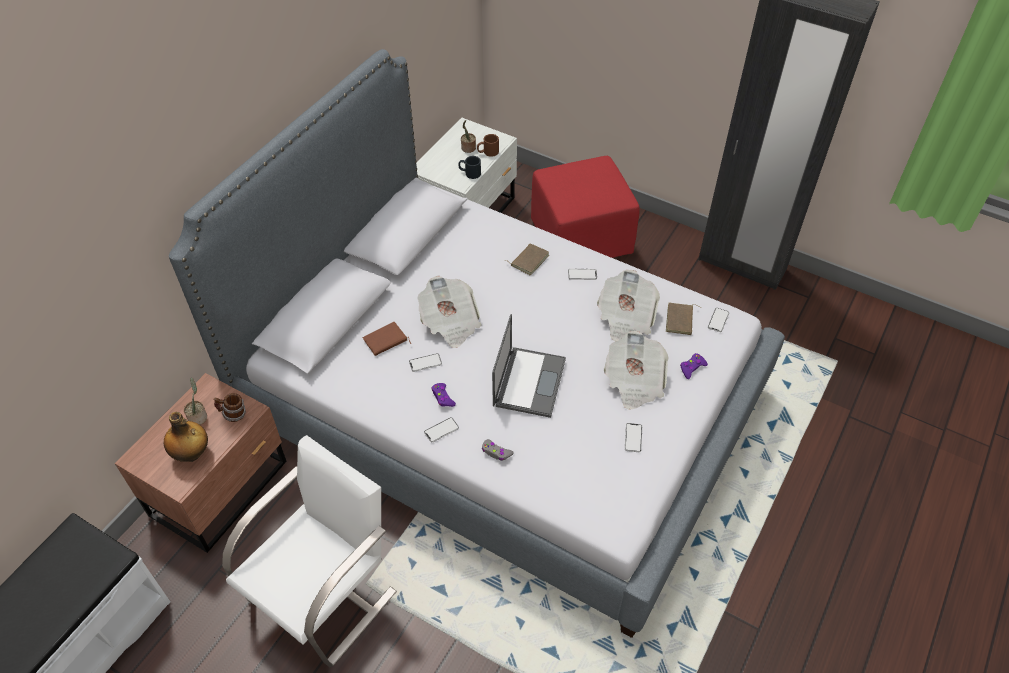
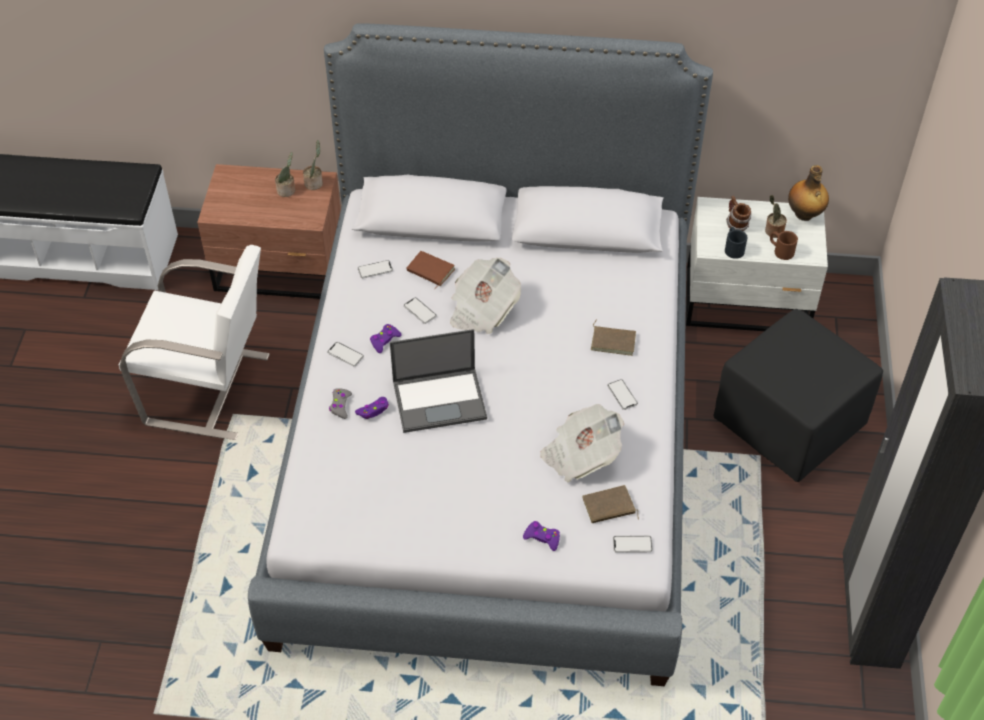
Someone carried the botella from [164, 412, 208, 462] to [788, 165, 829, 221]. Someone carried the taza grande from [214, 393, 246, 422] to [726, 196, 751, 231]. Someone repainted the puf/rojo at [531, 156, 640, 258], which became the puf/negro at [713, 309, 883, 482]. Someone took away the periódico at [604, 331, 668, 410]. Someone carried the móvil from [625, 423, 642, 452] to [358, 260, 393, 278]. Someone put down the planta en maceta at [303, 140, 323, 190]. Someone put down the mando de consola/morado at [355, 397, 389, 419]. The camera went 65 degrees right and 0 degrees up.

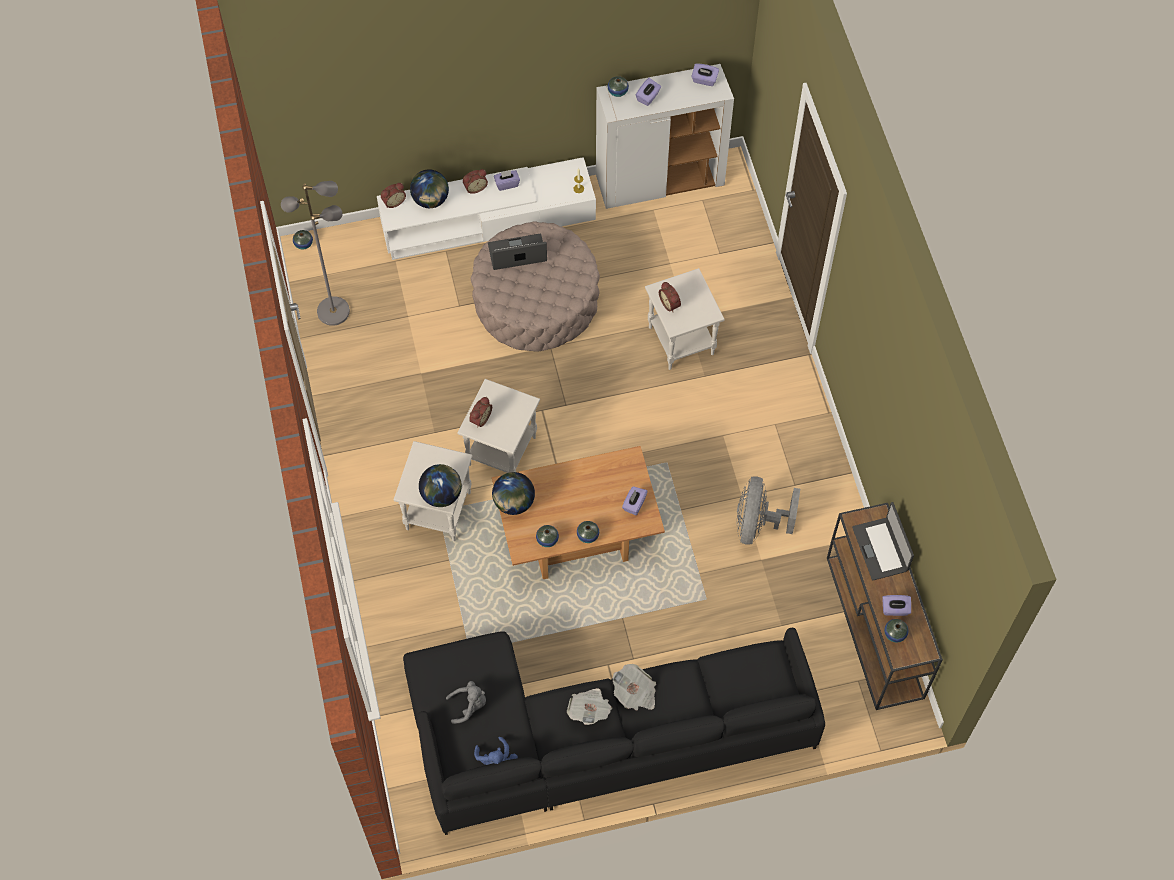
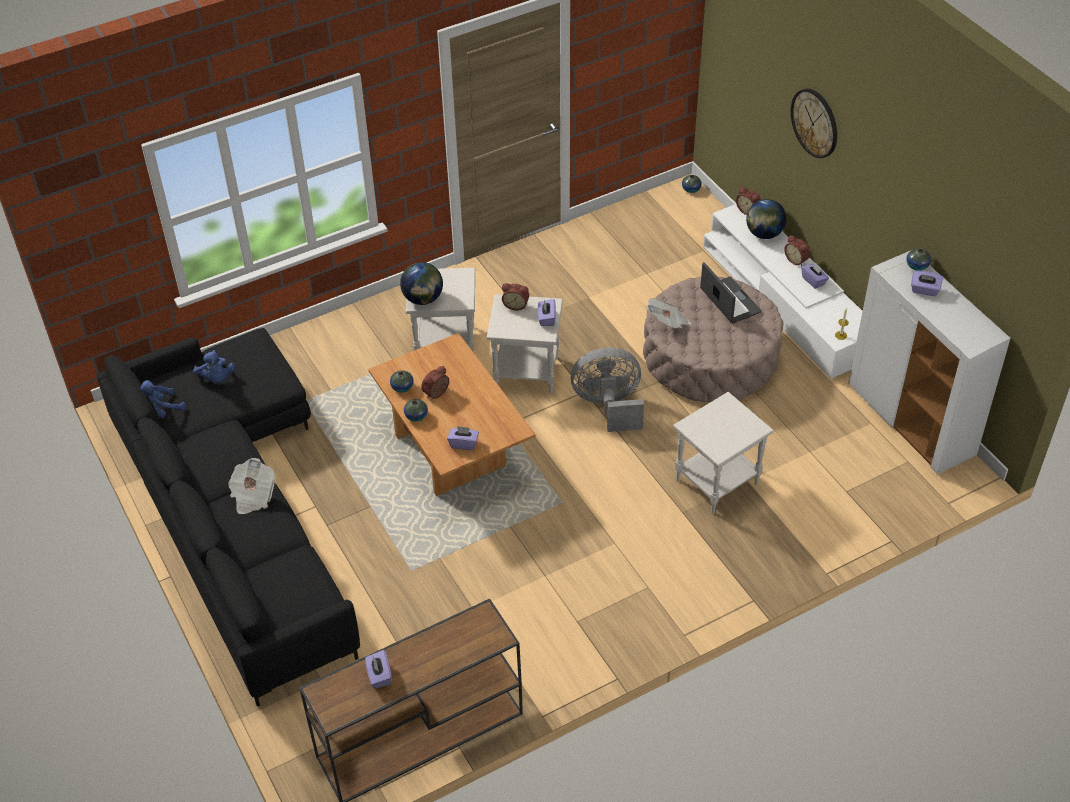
Someone took away the lámpara de pie/gris at [281, 181, 350, 326]. Someone repainted the peluche/gris at [446, 681, 486, 724], which became the peluche/azul at [193, 350, 235, 383]. Someone took away the globo terráqueo at [492, 472, 535, 515]. Someone carried the periódico from [566, 688, 612, 725] to [646, 298, 691, 329]. Someone carried the despertador from [659, 282, 681, 312] to [421, 366, 449, 399]. Someone carried the caja de pañuelos/morado from [691, 64, 719, 86] to [538, 299, 556, 326]. Someone carried the ventilador/gris from [737, 476, 800, 545] to [571, 347, 644, 432]. Someone took away the portátil at [852, 502, 914, 580]. Someone took away the florero at [884, 619, 909, 643]. Someone put up the reloj de pared at [791, 89, 837, 158]. The camera went 75 degrees right and 15 degrees down.

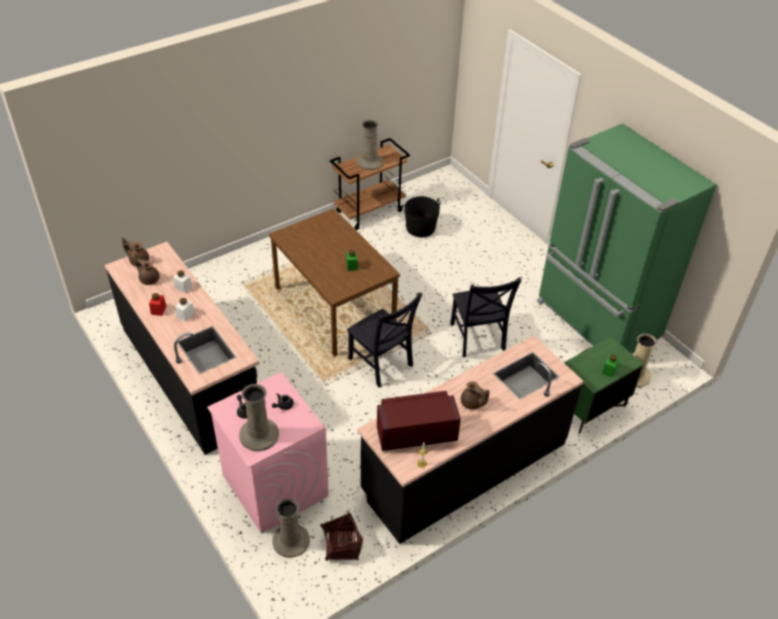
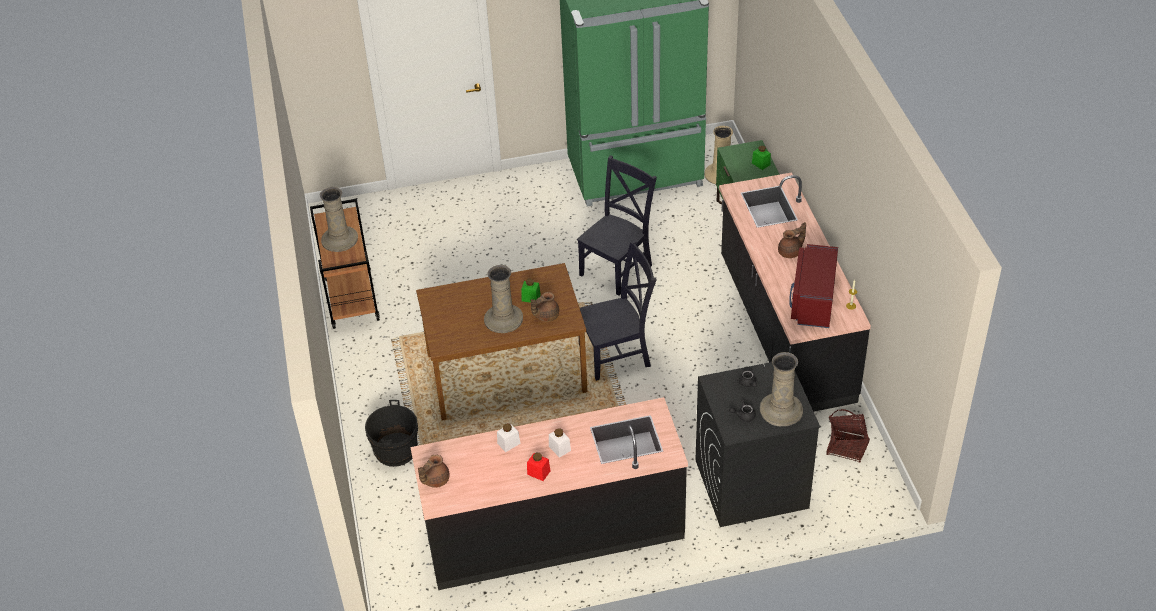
Someone carried the tetera/marrón from [133, 254, 160, 285] to [531, 292, 559, 322]. Someone repainted the lavadora/rosa at [207, 372, 329, 534], which became the lavadora/negro at [696, 362, 820, 527]. Someone carried the florero/beis from [272, 498, 310, 558] to [484, 265, 523, 333]. Someone carried the cubo/negro from [404, 196, 441, 237] to [365, 400, 418, 467]. Someone rotated the silla/negro at [450, 278, 522, 357] by 60 degrees counterclockwise. The camera went 65 degrees left and 0 degrees up.

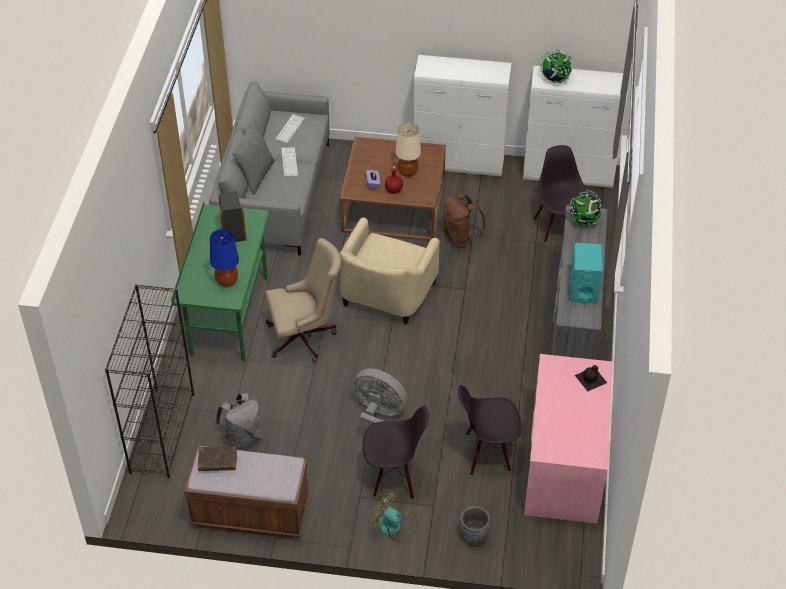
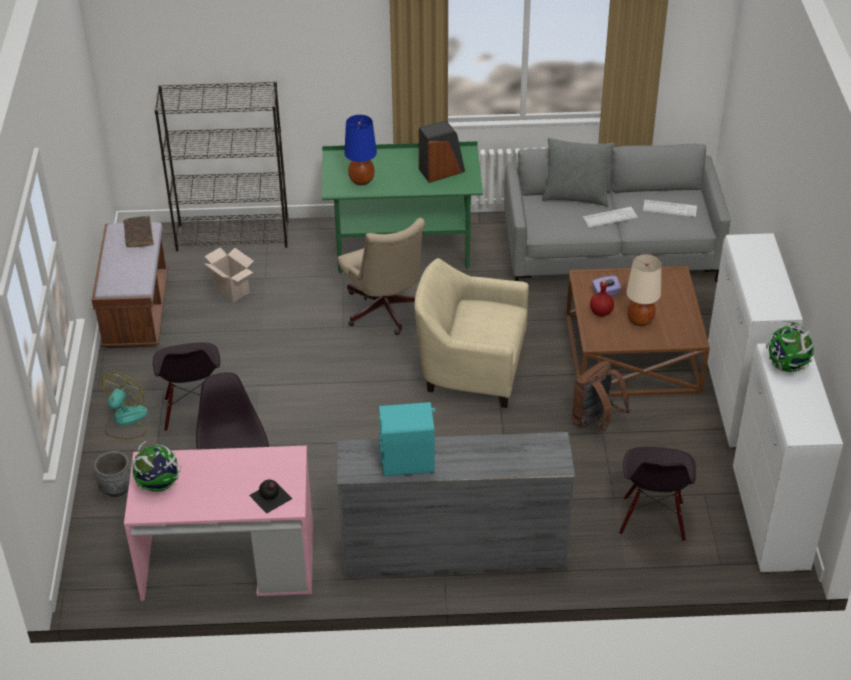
Someone swapped the mochila/gris at [215, 393, 262, 450] for the caja de cartón at [204, 247, 254, 302]. Someone took away the ventilador/gris at [353, 368, 408, 436]. Someone rotated the silla/negro at [533, 145, 588, 243] by 120 degrees clockwise. Someone carried the globo terráqueo from [569, 190, 602, 226] to [131, 441, 181, 492]. The camera went 80 degrees right and 5 degrees down.

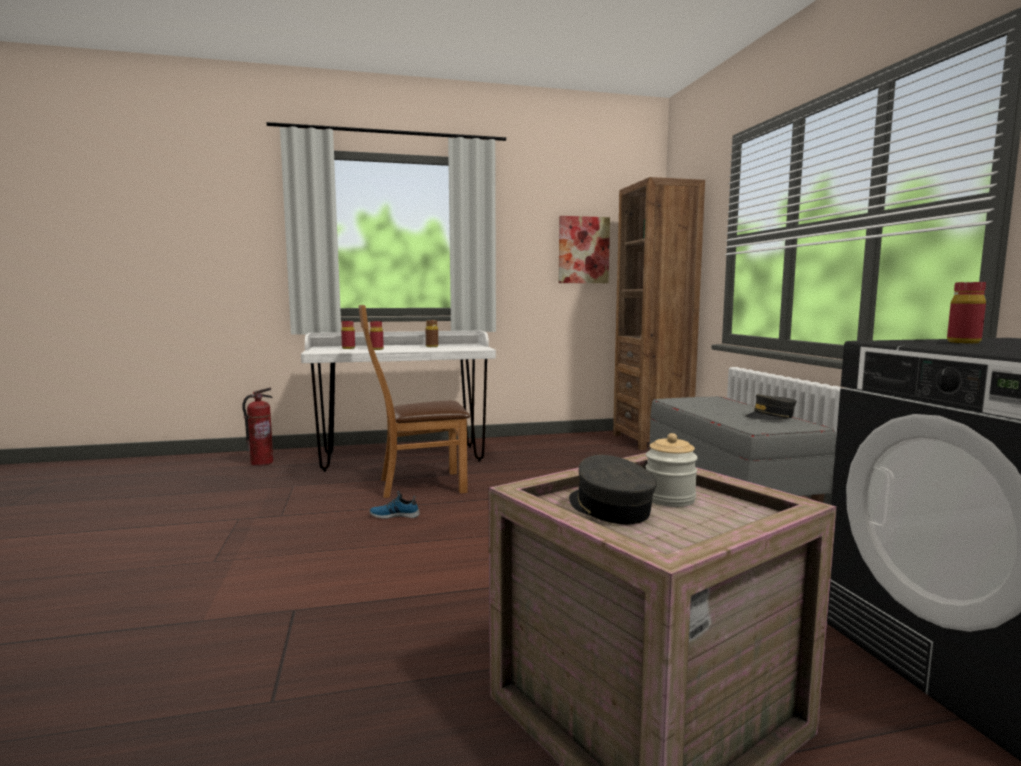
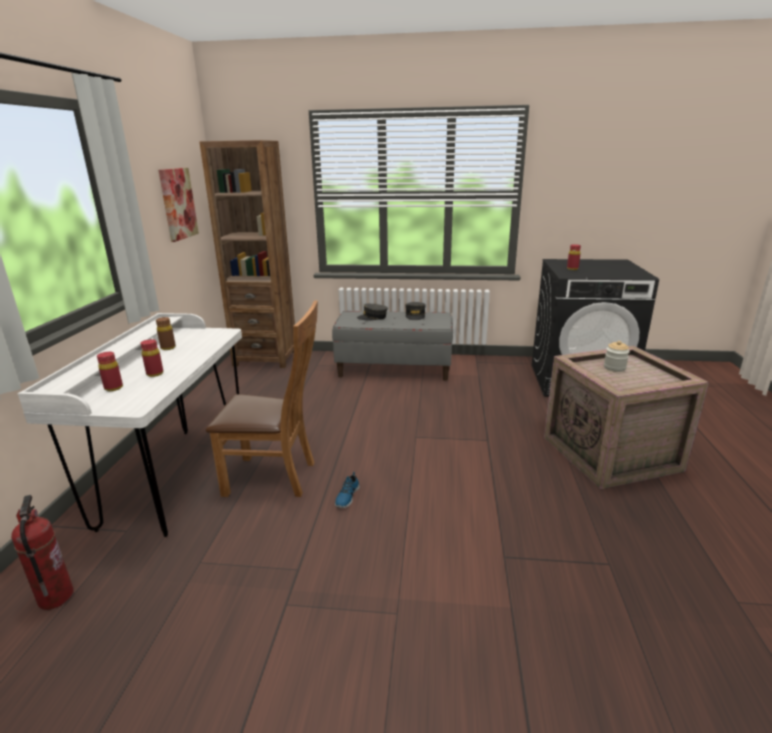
Someone rotated the silla/marrón at [358, 305, 470, 498] by 90 degrees counterclockwise. Someone carried the gorra/gris from [569, 455, 657, 525] to [357, 304, 388, 321]. The camera went 70 degrees left and 15 degrees up.

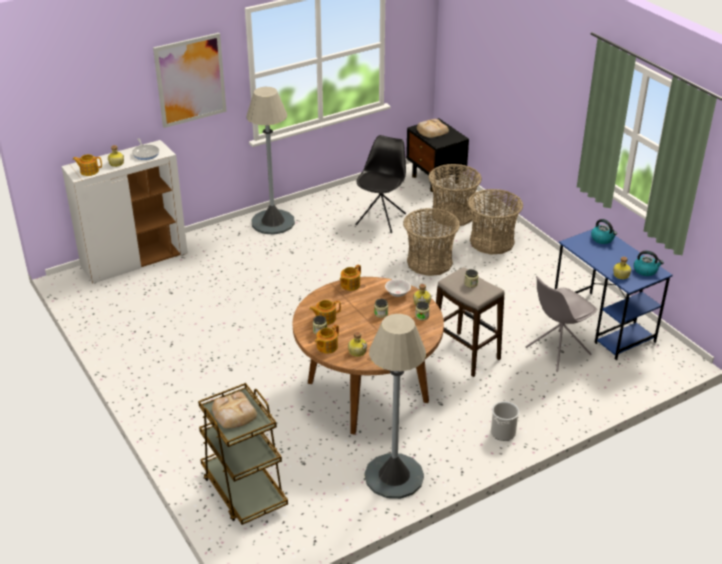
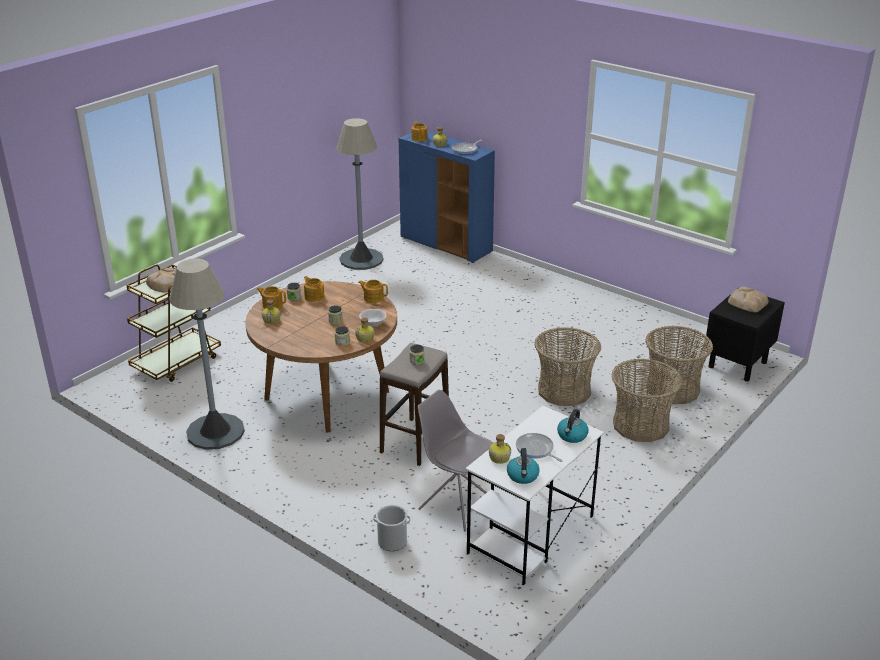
Someone repainted the armario/blanco at [61, 140, 188, 283], which became the armario/azul at [399, 131, 495, 263]. Someone took away the cuadro at [153, 33, 227, 128]. Someone carried the lámpara de pie/gris from [246, 87, 295, 235] to [336, 118, 383, 270]. Someone took away the silla/negro at [355, 135, 406, 233]. Someone carried the cubo from [491, 401, 519, 441] to [373, 505, 410, 551]. Someone repainted the escritorio/azul at [555, 229, 673, 360], which became the escritorio/blanco at [465, 406, 604, 585]. Someone put down the sartén at [516, 433, 562, 462]. The camera went 70 degrees right and 5 degrees down.

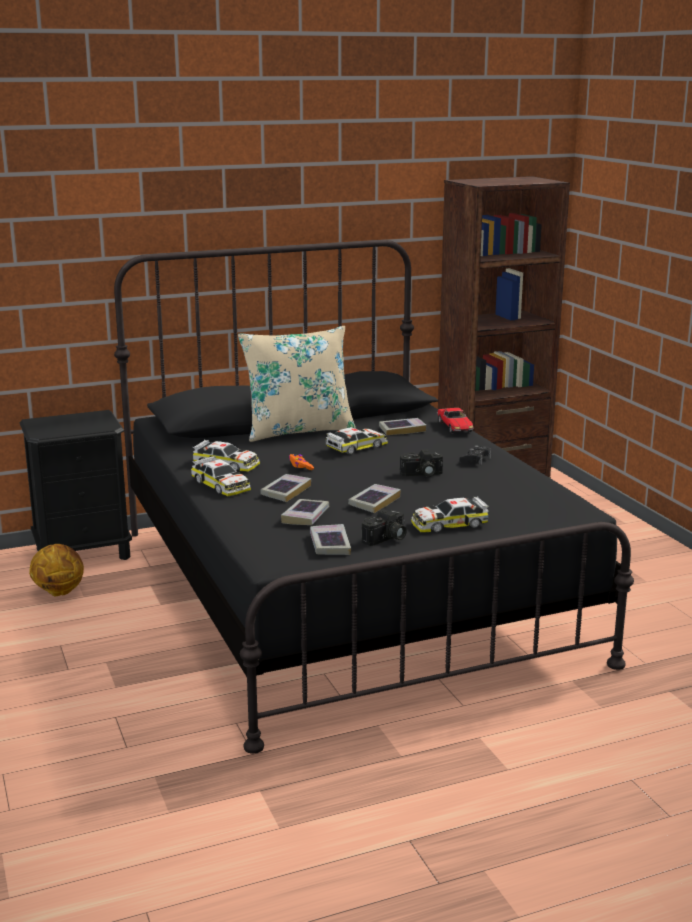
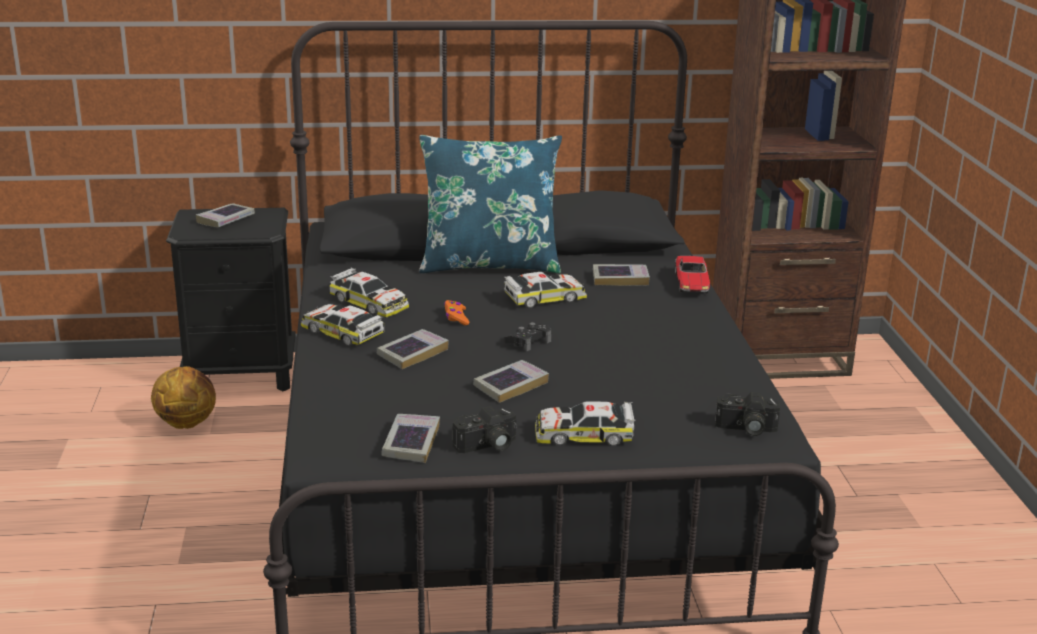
Someone rotated the coche de juguete at [191, 456, 251, 496] by 150 degrees clockwise. Someone repainted the cojín/beis at [238, 326, 356, 442], which became the cojín/azul at [419, 135, 562, 273]. Someone carried the libro from [281, 499, 329, 525] to [196, 203, 255, 227]. Someone carried the cámara from [400, 449, 443, 477] to [715, 392, 780, 436]. Someone carried the mando de consola/negro from [459, 445, 491, 465] to [504, 322, 552, 352]. The camera went 15 degrees right and 5 degrees up.

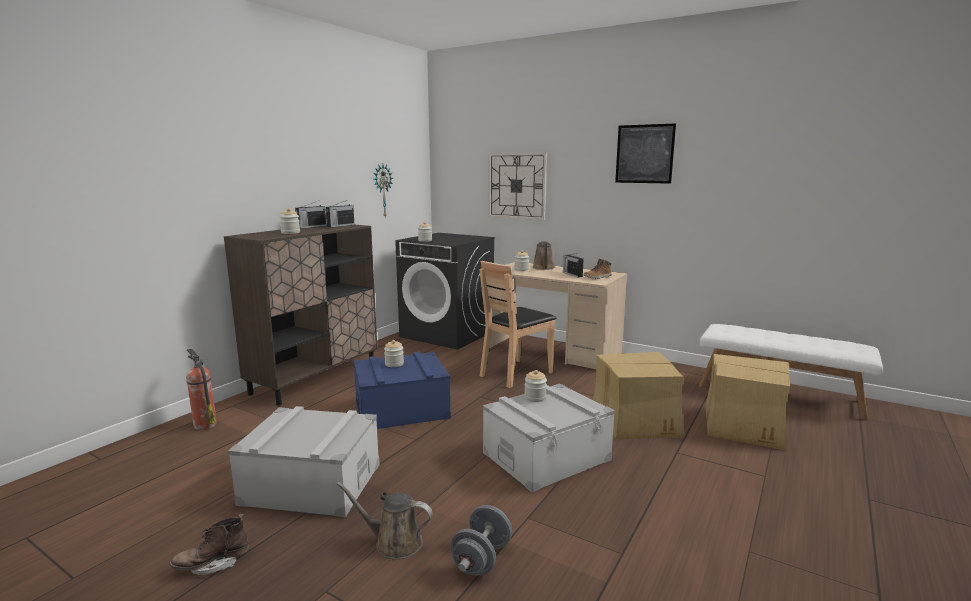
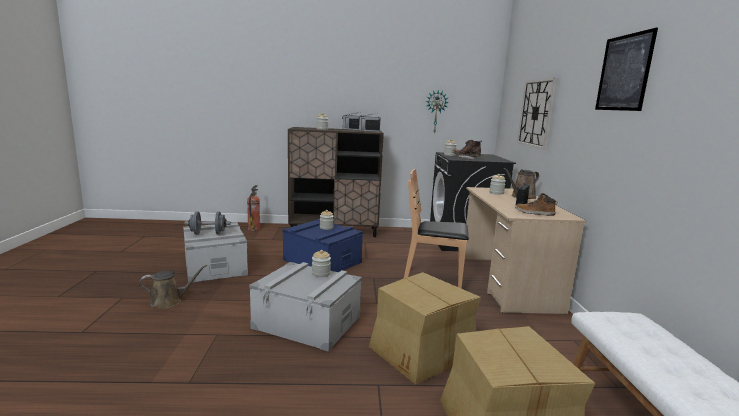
Someone carried the bota/marrón from [170, 513, 249, 575] to [452, 140, 482, 160]. Someone rotated the regadera/marrón at [336, 482, 433, 559] by 90 degrees clockwise. Someone carried the mancuerna/gris from [450, 505, 512, 576] to [185, 211, 231, 235]. The camera went 55 degrees right and 0 degrees up.

